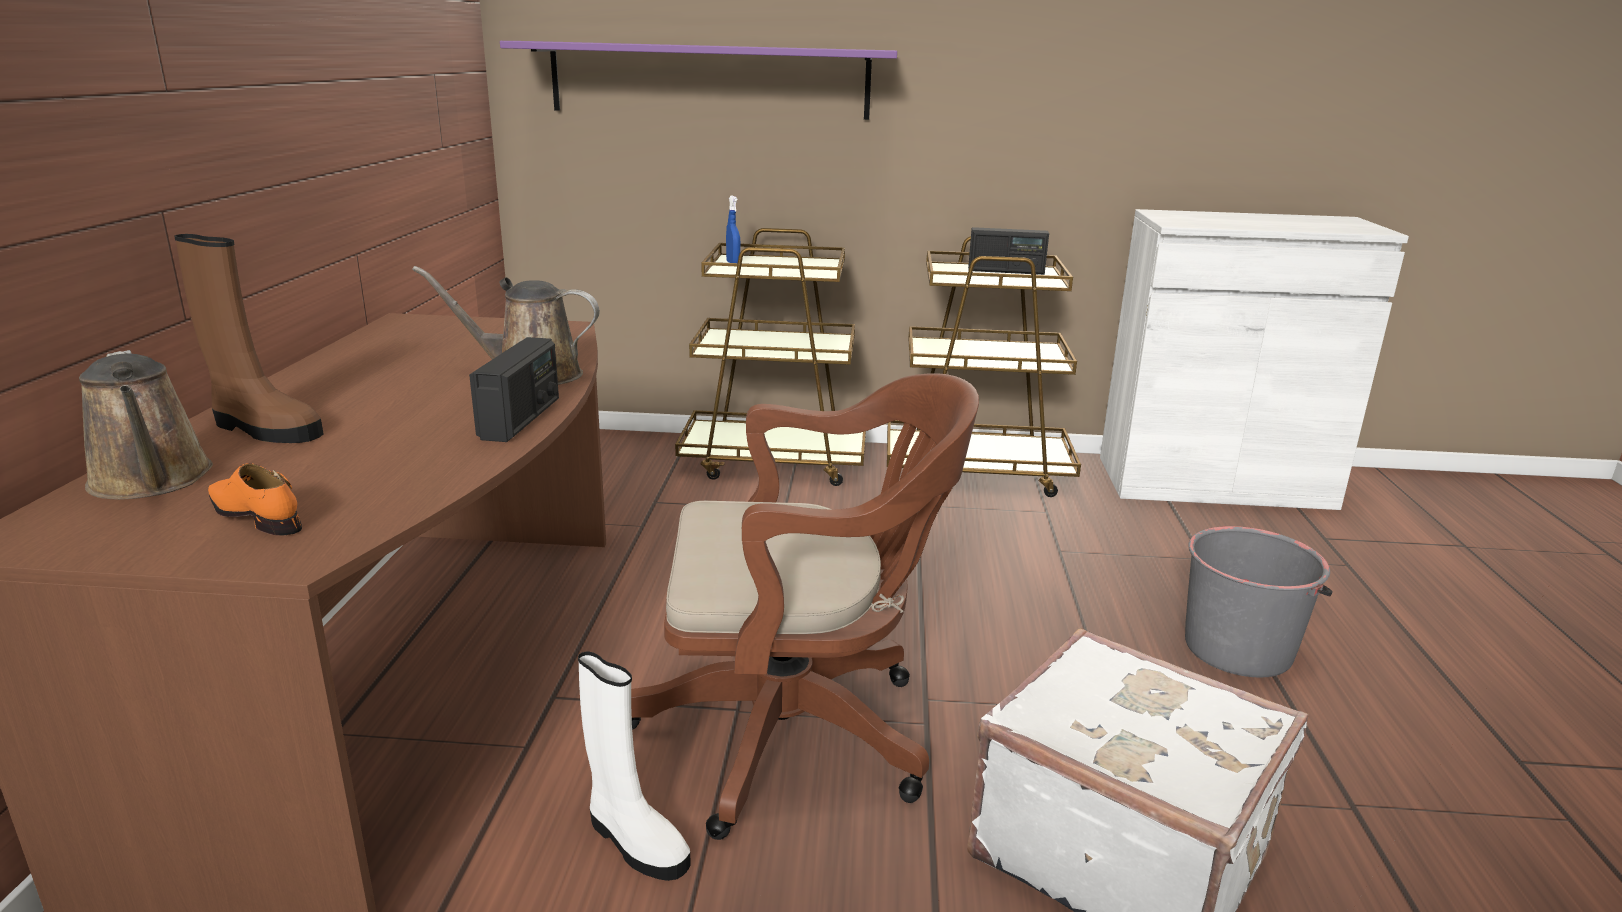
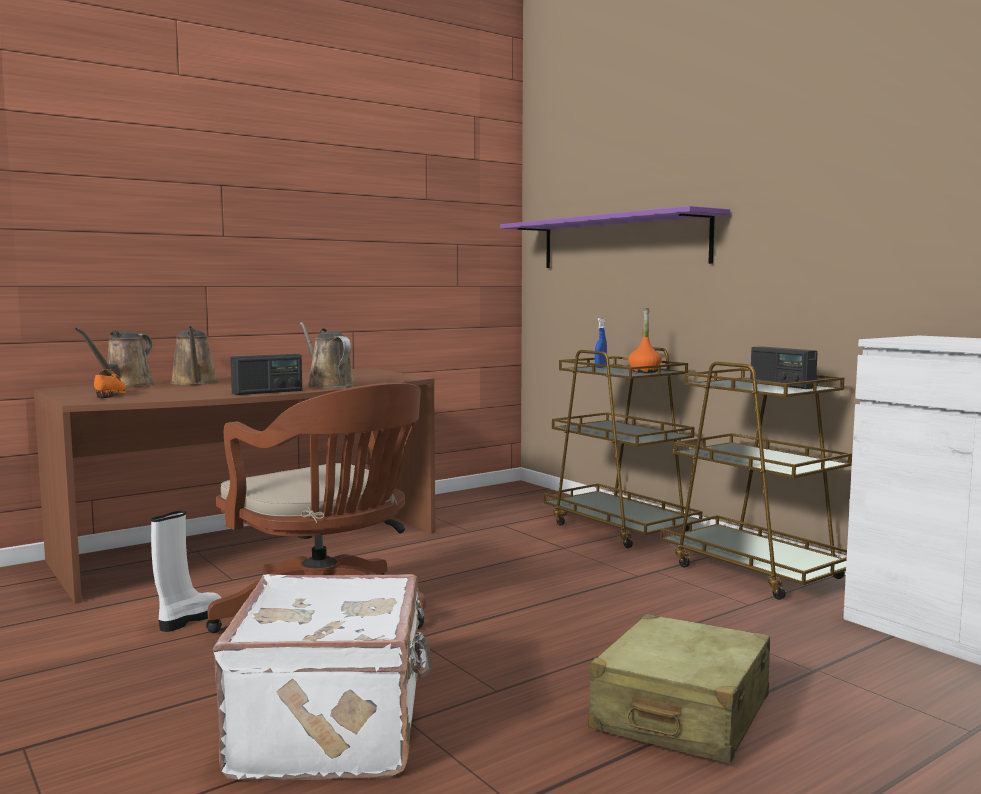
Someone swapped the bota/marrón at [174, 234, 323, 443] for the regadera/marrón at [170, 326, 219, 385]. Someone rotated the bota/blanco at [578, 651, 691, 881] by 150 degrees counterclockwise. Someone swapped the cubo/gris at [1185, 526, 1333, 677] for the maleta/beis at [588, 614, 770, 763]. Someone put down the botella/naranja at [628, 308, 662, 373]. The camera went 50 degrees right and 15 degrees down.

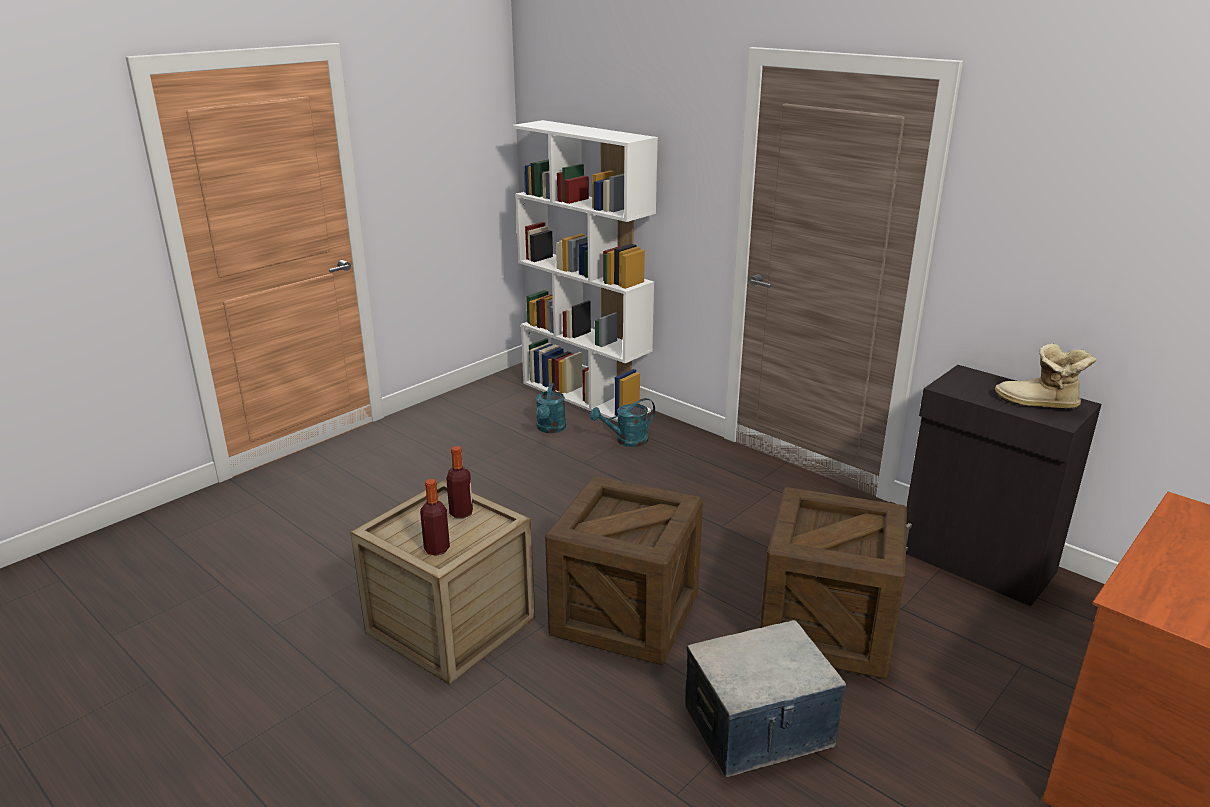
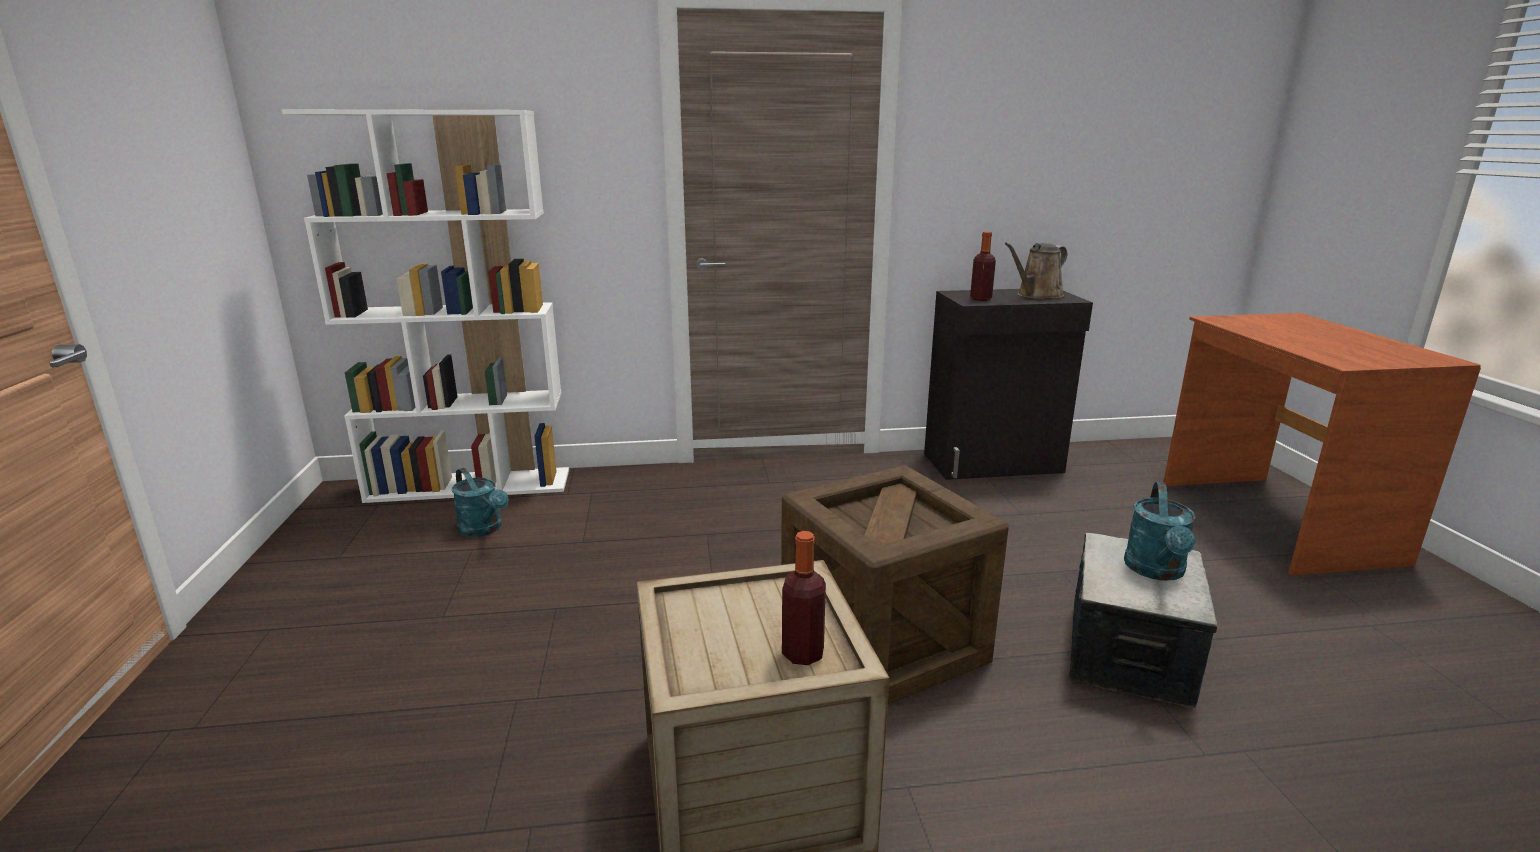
Someone carried the botella from [446, 446, 473, 518] to [970, 232, 996, 301]. Someone carried the regadera/turquesa from [590, 398, 655, 447] to [1124, 482, 1196, 581]. Someone took away the caja de embalaje at [760, 487, 907, 678]. Someone swapped the bota at [995, 343, 1096, 409] for the regadera/marrón at [1005, 242, 1067, 299]. The camera went 50 degrees left and 5 degrees down.

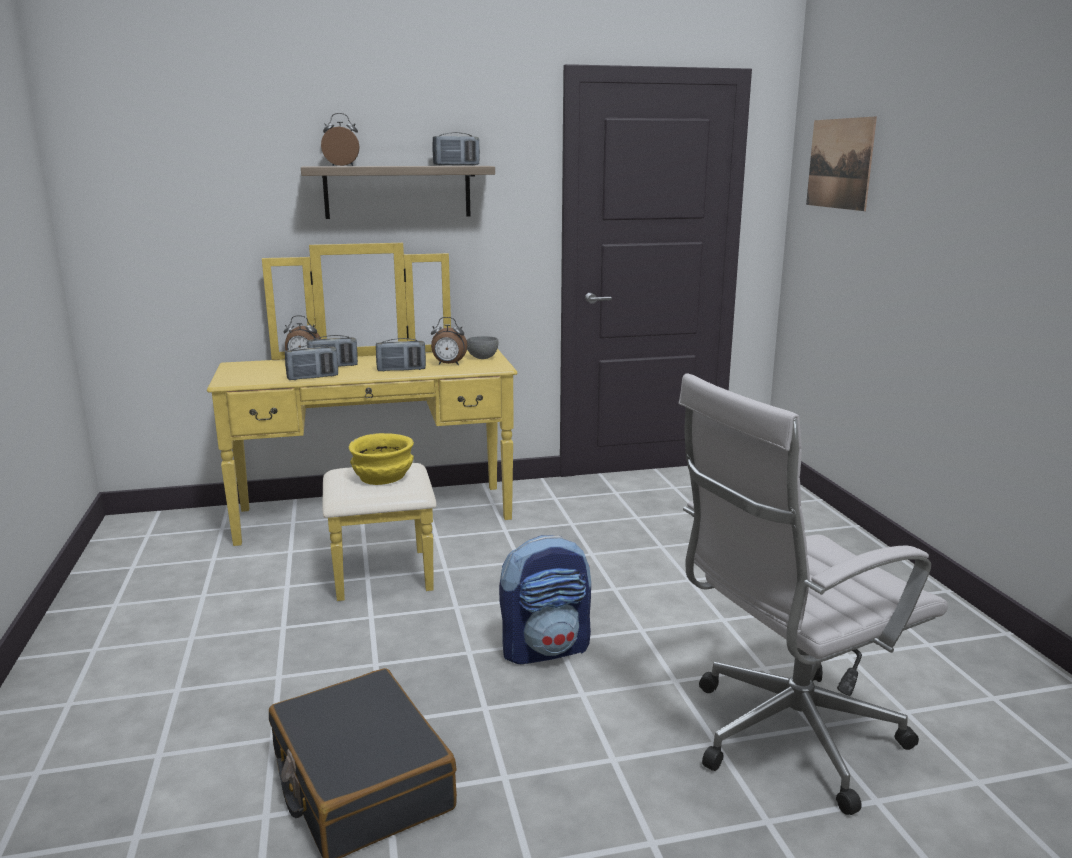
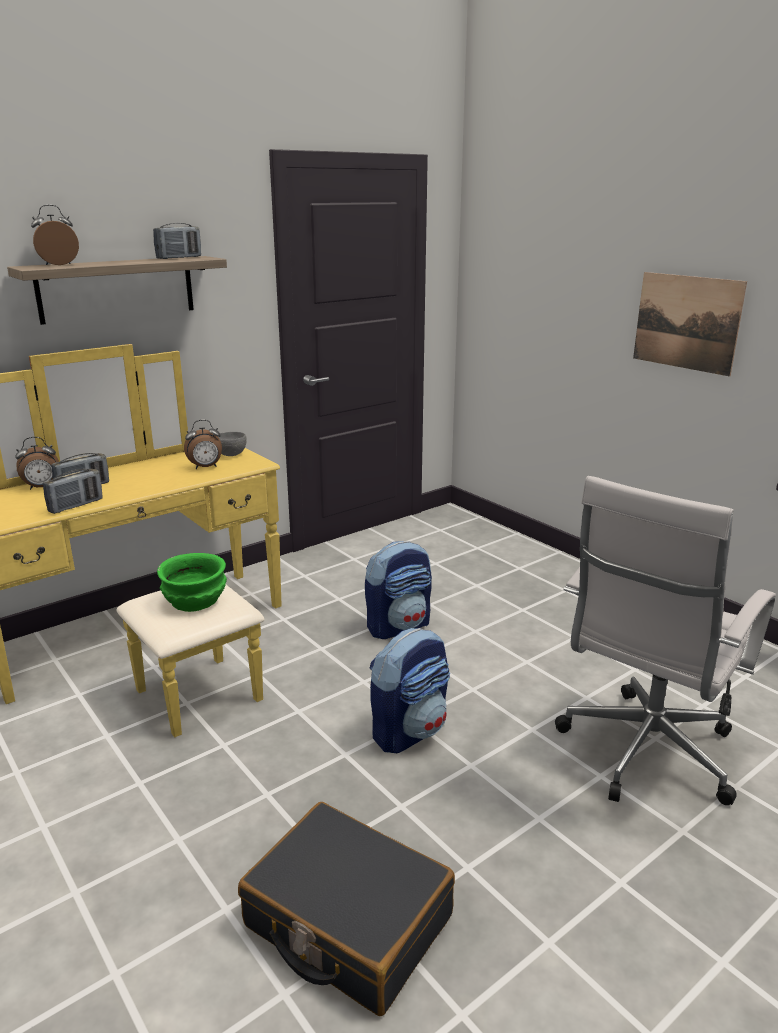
Someone repainted the cuenco/amarillo at [349, 433, 414, 485], which became the cuenco/verde at [157, 553, 227, 612]. Someone took away the radio at [376, 338, 426, 372]. Someone carried the cuadro from [806, 116, 877, 211] to [633, 272, 747, 376]. Someone put down the mochila at [365, 541, 432, 639]. The camera went 25 degrees left and 5 degrees up.

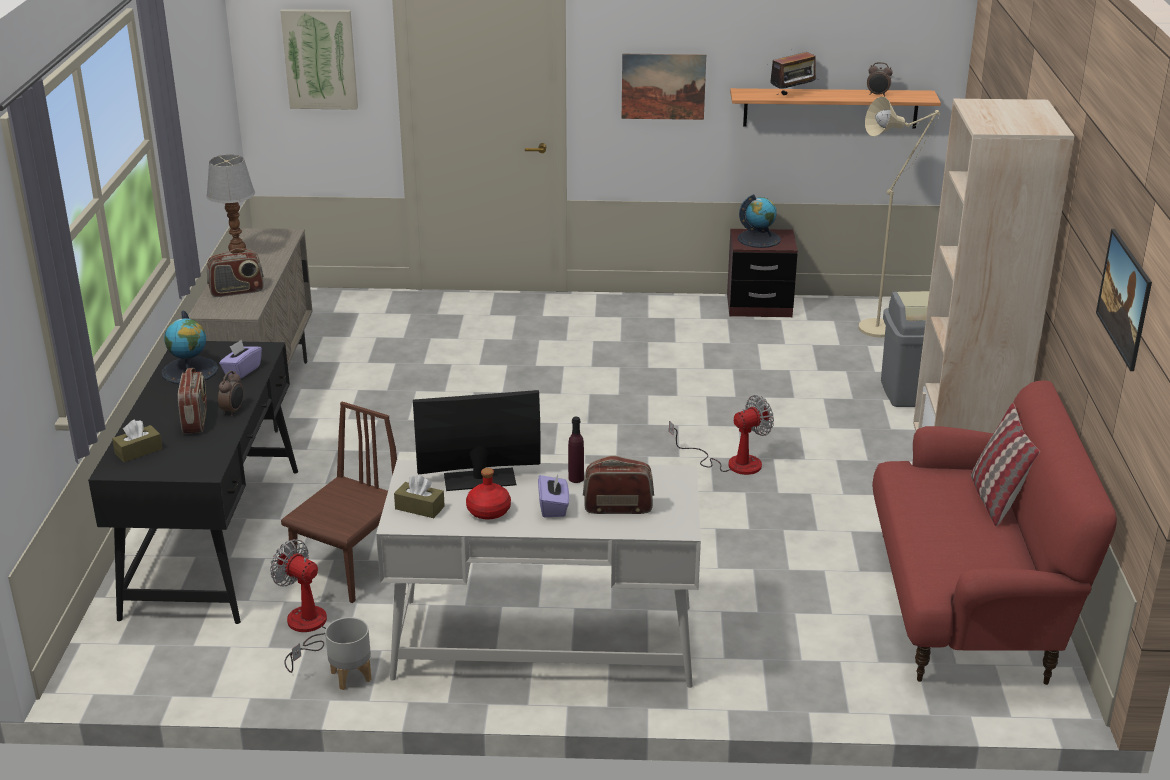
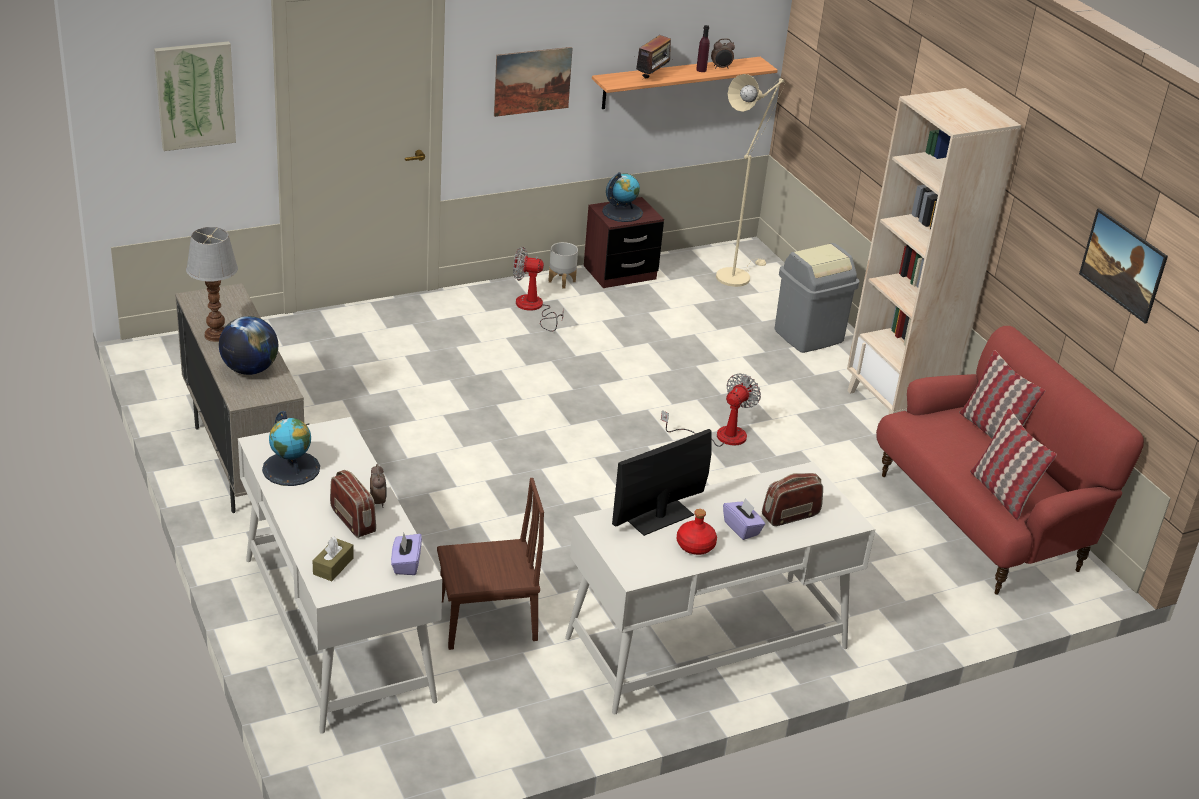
Someone repainted the escritorio/negro at [88, 341, 298, 624], which became the escritorio/blanco at [238, 417, 442, 734]. Someone swapped the radio at [207, 248, 264, 297] for the globo terráqueo at [219, 316, 278, 375]. Someone carried the caja de pañuelos/morado from [219, 339, 262, 379] to [391, 533, 422, 575]. Someone carried the ventilador from [270, 539, 327, 673] to [513, 247, 564, 332]. Someone rotated the silla/marrón at [281, 402, 397, 603] by 75 degrees clockwise. Someone carried the maceta/gris from [325, 617, 371, 690] to [549, 242, 578, 288]. Someone took away the caja de pañuelos/marrón at [394, 475, 445, 518]. Someone carried the botella/morado from [568, 417, 584, 483] to [696, 25, 710, 72]. Someone put down the cojín at [970, 408, 1057, 520]. The camera went 30 degrees left and 5 degrees up.

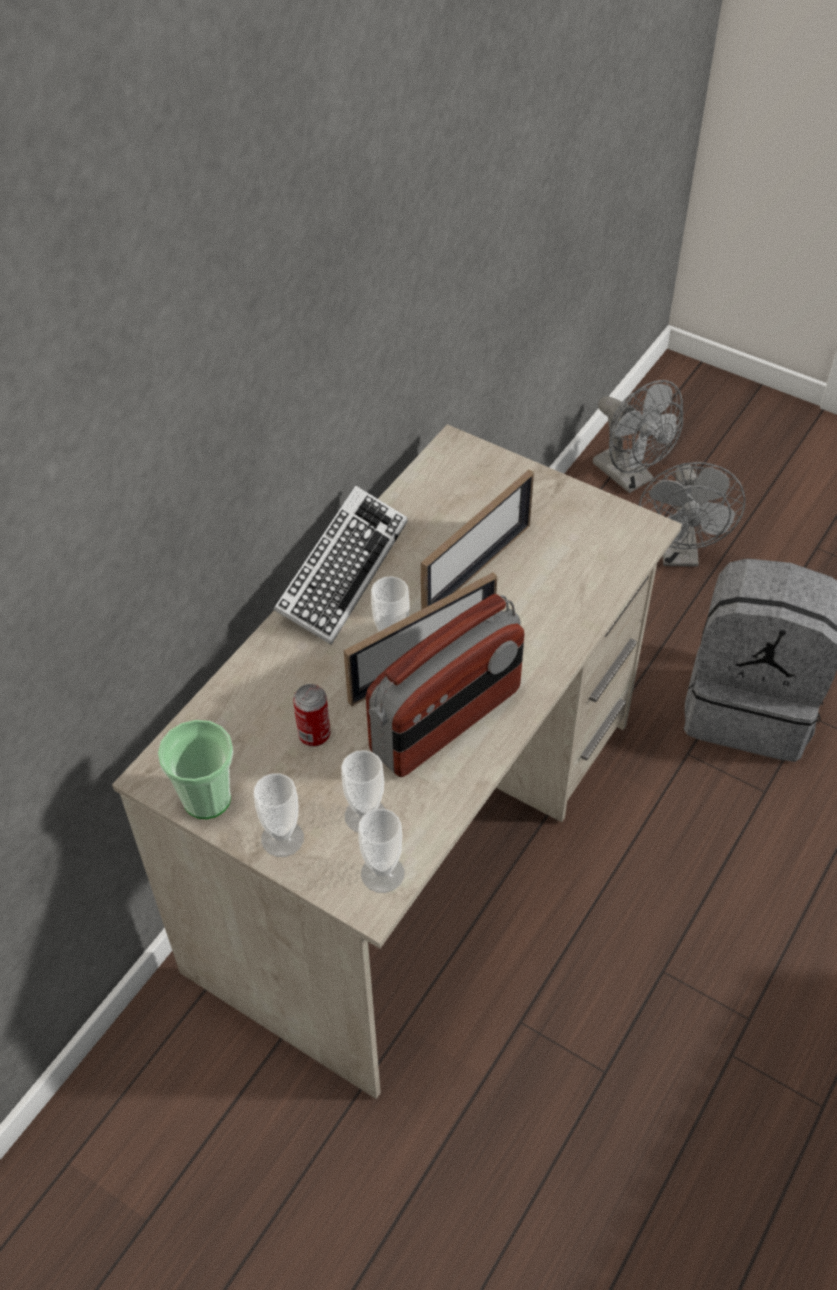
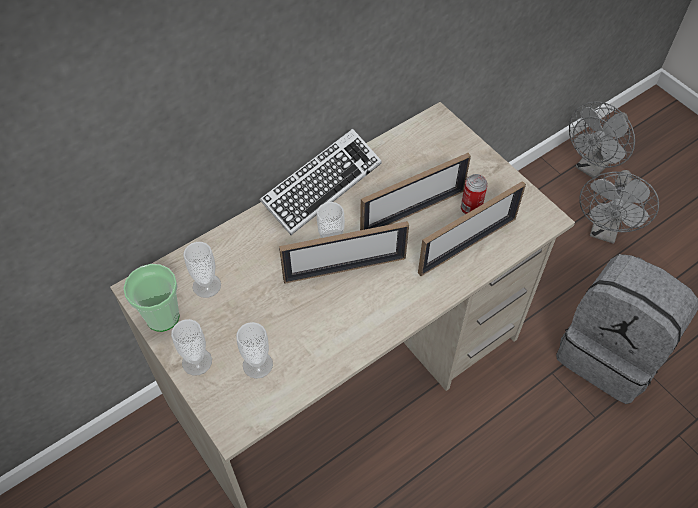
Someone carried the lata from [293, 684, 330, 747] to [461, 174, 488, 214]. Someone carried the taza from [358, 809, 404, 893] to [183, 242, 221, 298]. Someone took away the radio at [366, 594, 525, 777]. Someone rotated the ventilador/gris at [593, 380, 683, 493] by 60 degrees clockwise. Someone put down the portarretratos at [418, 181, 526, 276]. The camera went 20 degrees right and 5 degrees up.

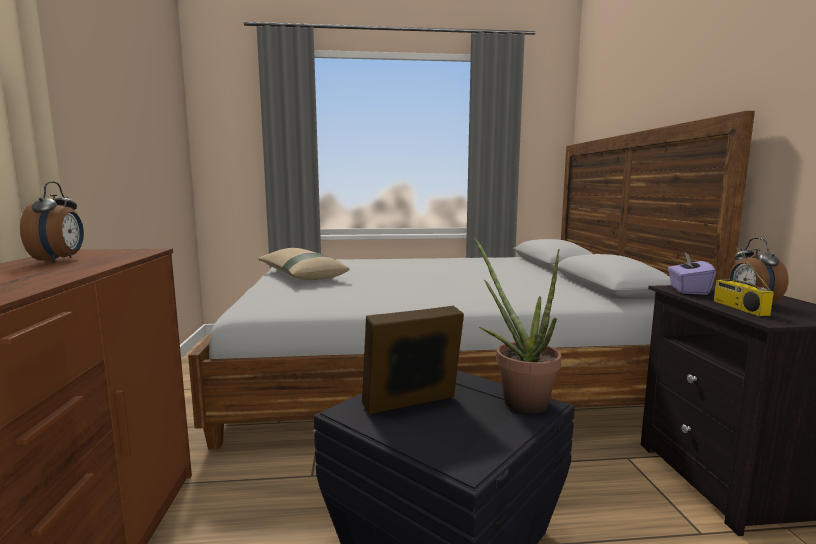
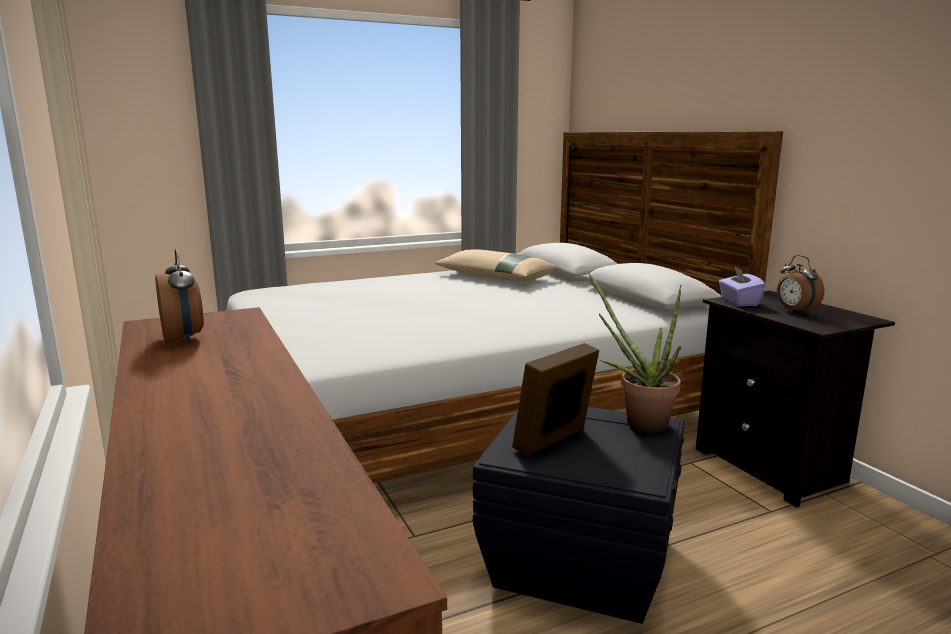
Someone carried the cojín/beis from [258, 248, 350, 280] to [435, 249, 558, 281]. Someone took away the radio at [714, 247, 774, 316]. The camera went 20 degrees left and 5 degrees up.

